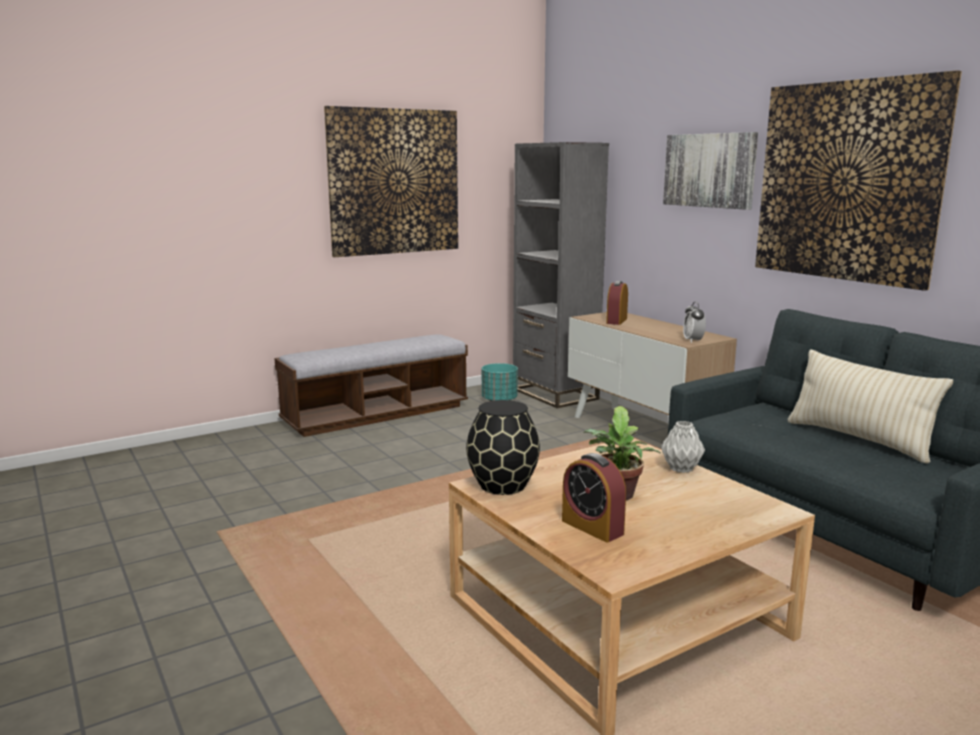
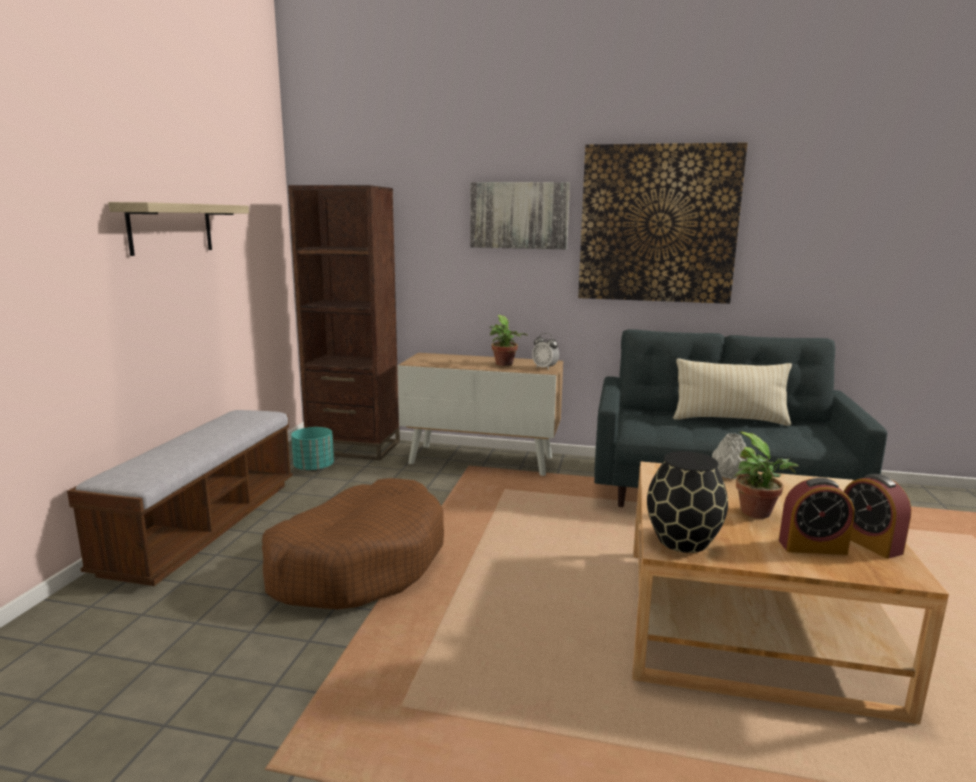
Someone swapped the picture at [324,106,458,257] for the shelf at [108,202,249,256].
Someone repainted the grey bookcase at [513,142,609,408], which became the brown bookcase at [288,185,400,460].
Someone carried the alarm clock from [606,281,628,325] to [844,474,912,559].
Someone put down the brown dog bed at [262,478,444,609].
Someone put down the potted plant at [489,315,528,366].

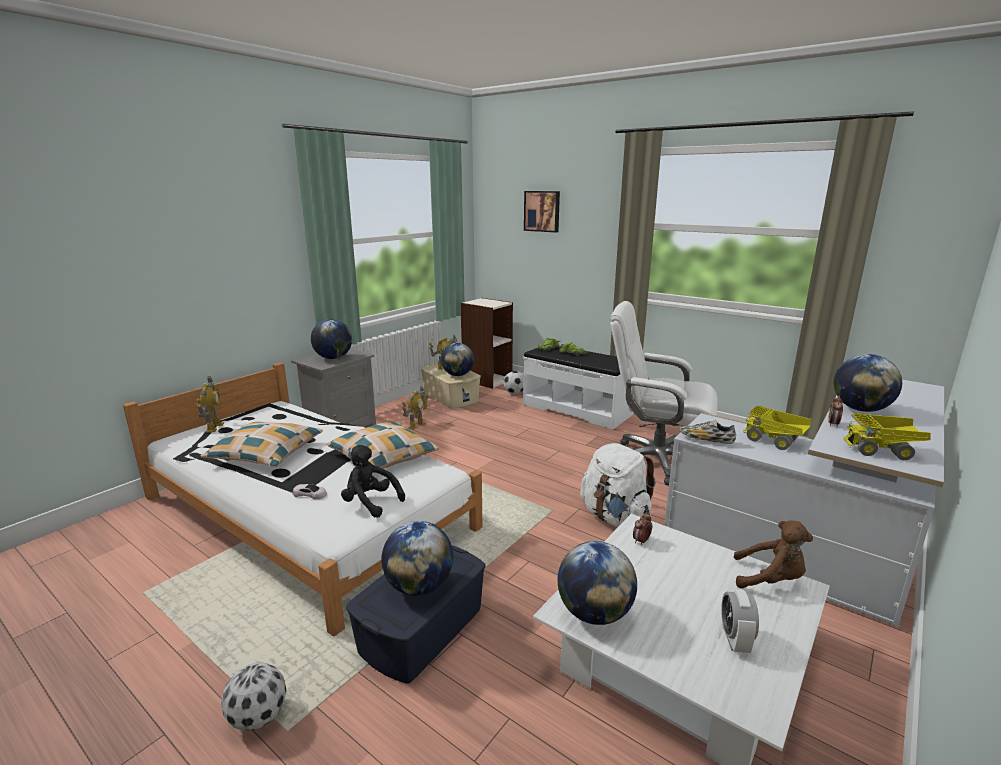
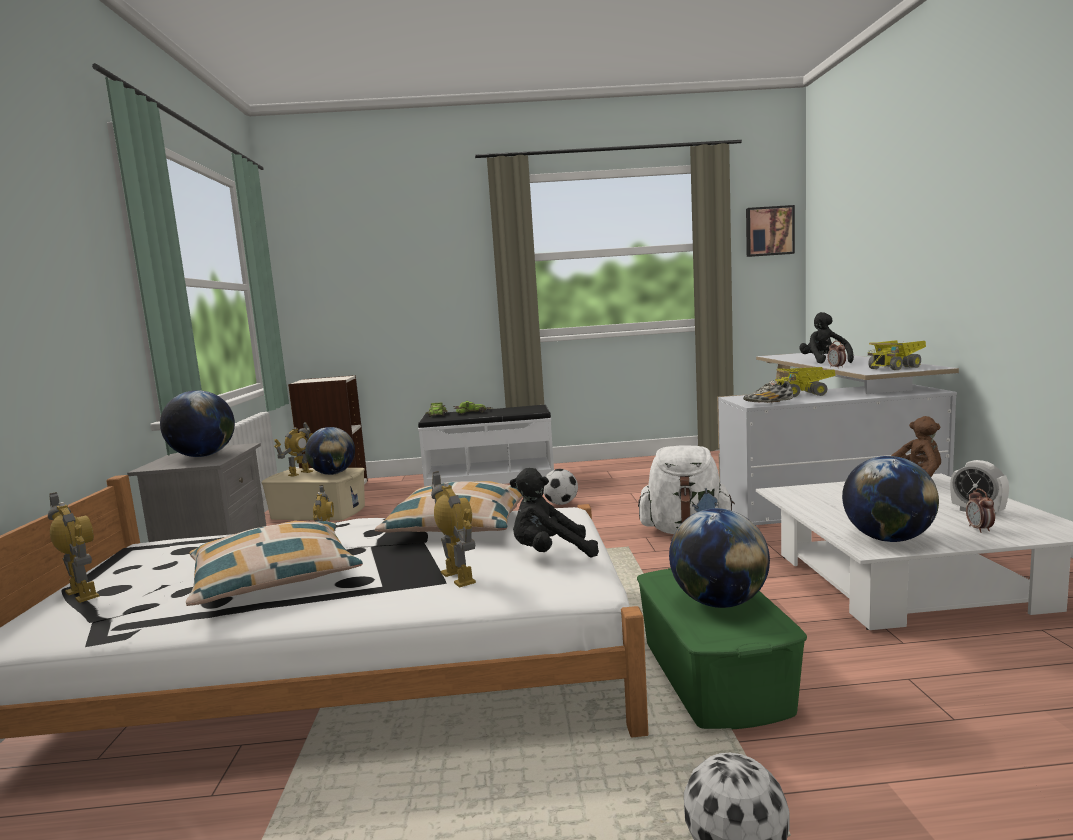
Someone swapped the white toy car at [292,484,327,499] for the toy robot at [431,471,476,588].
Someone repainted the blue storage box at [346,546,486,684], which became the green storage box at [637,568,807,729].
Someone carried the football from [503,371,523,394] to [544,469,578,505].
Someone carried the picture from [524,191,560,232] to [746,205,795,257].
Someone took away the white office chair at [610,301,718,485].
Someone carried the alarm clock from [633,512,652,545] to [966,488,995,533].
Someone swapped the globe at [834,354,902,412] for the black plush toy at [799,312,854,364].

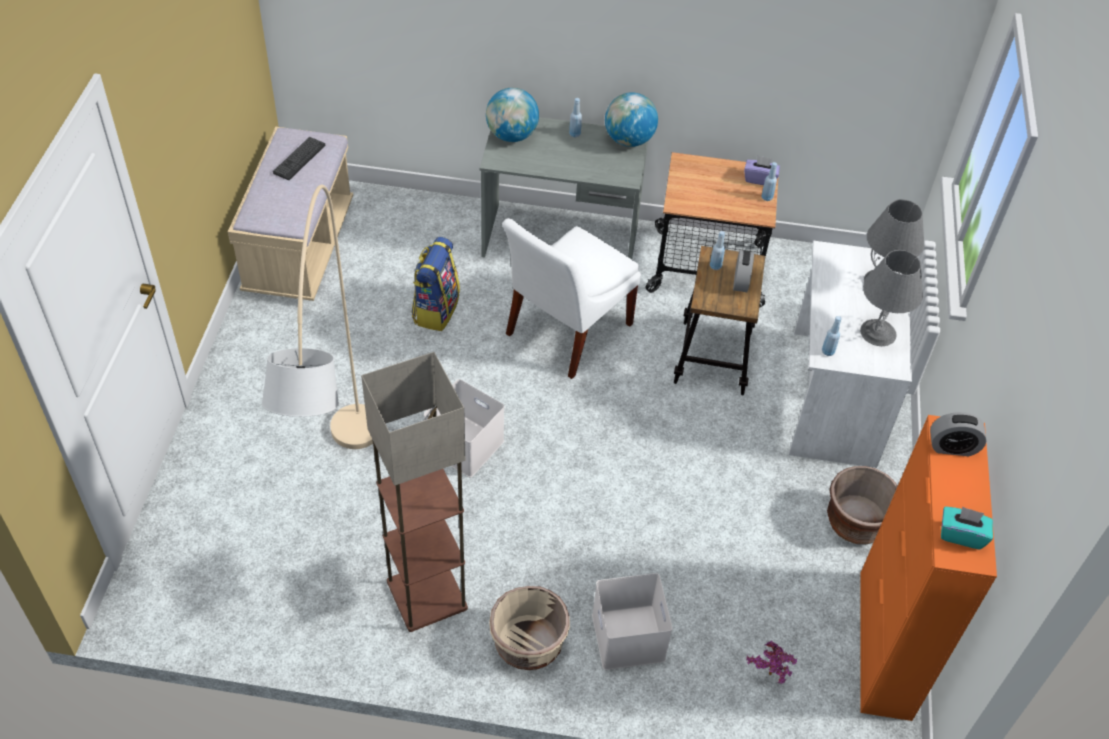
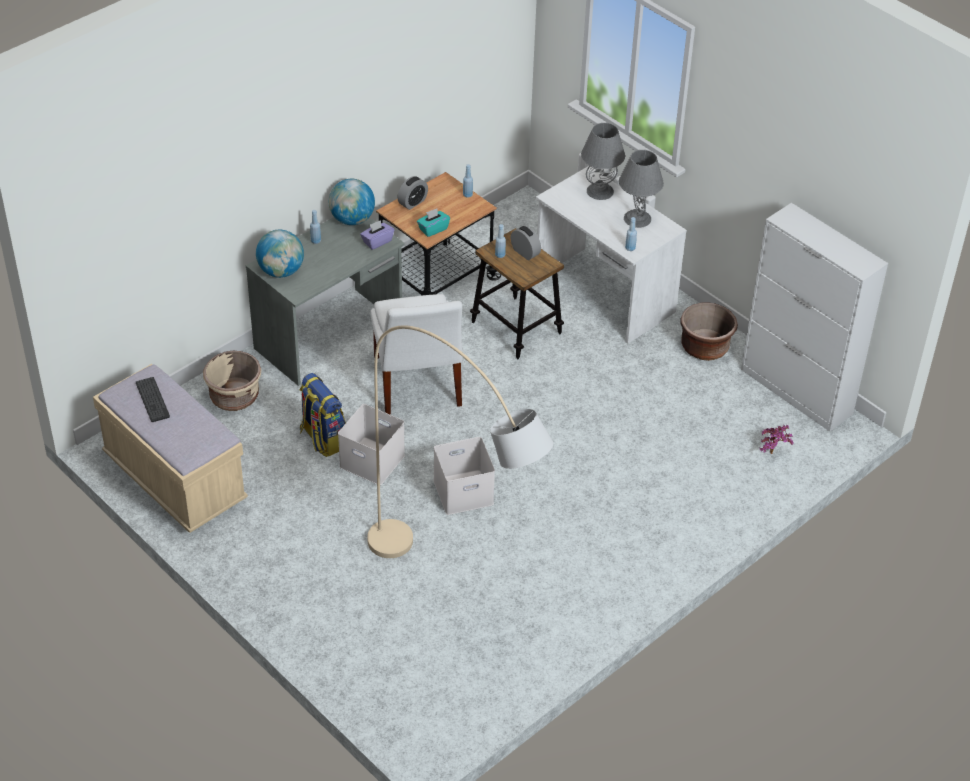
Someone took away the floor lamp at [361,352,468,632].
Someone carried the beige planter from [489,586,570,670] to [203,351,261,411].
Someone carried the white storage box from [592,573,673,670] to [338,404,405,485].
Someone carried the purple tissue box from [744,155,780,185] to [360,220,394,250].
Someone repainted the orange cabinet at [860,415,997,721], which became the white cabinet at [741,203,888,432].
Someone carried the alarm clock from [930,412,987,456] to [397,176,428,210].
Someone carried the turquoise tissue box from [941,506,993,549] to [417,208,450,237].

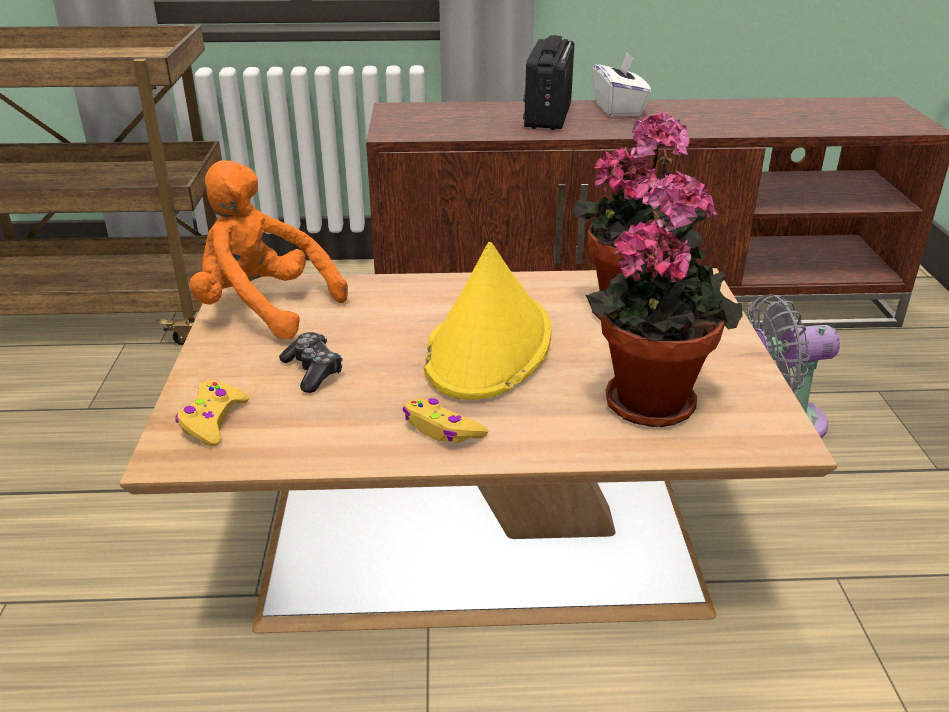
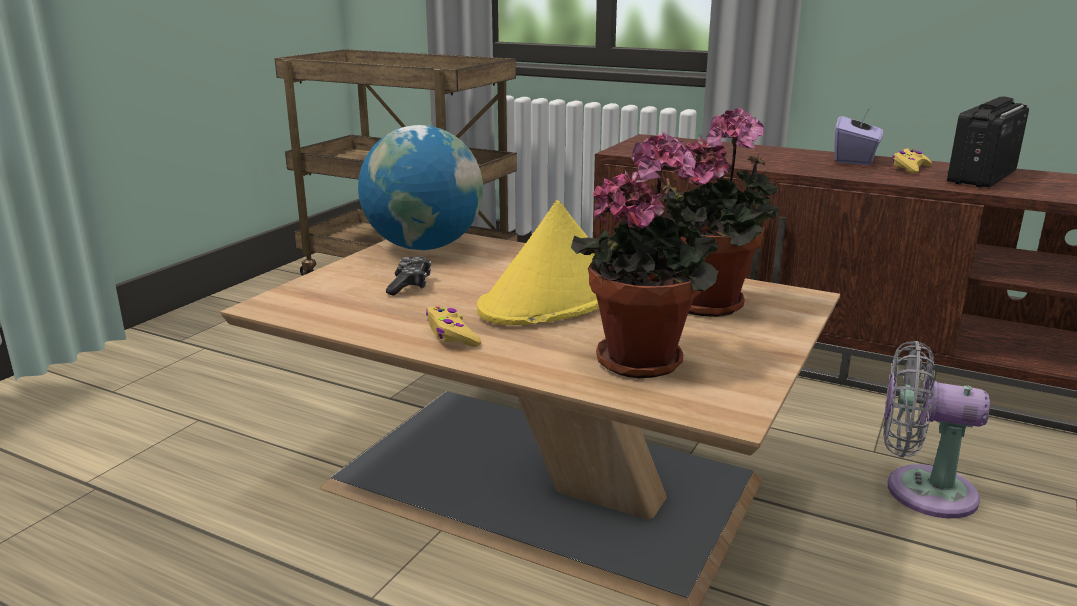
Someone carried the yellow game controller from [175,380,249,446] to [892,149,932,174].
Someone swapped the orange plush toy at [190,160,348,339] for the globe at [358,125,483,250].
Someone carried the radio from [523,35,574,130] to [947,97,1029,188].
Someone repainted the white tissue box at [592,51,651,117], which became the purple tissue box at [834,105,883,165].

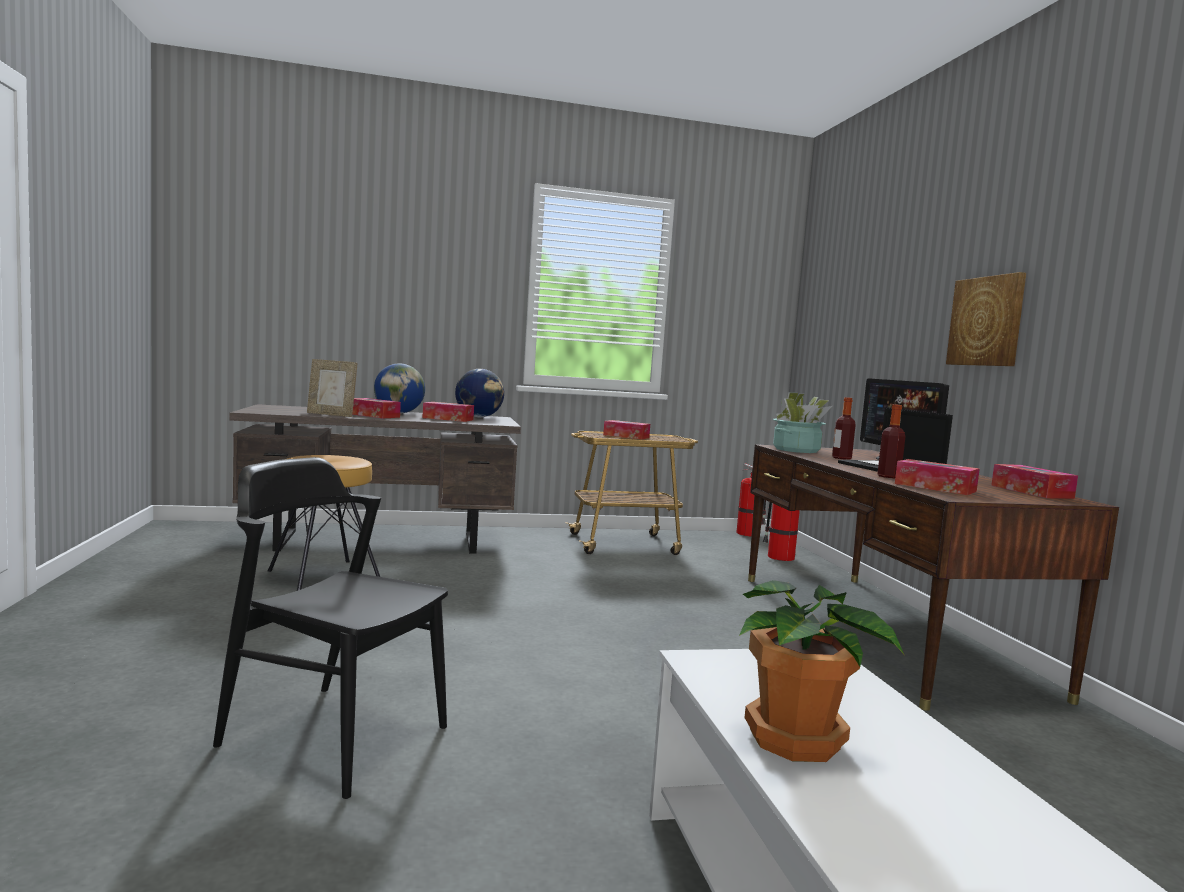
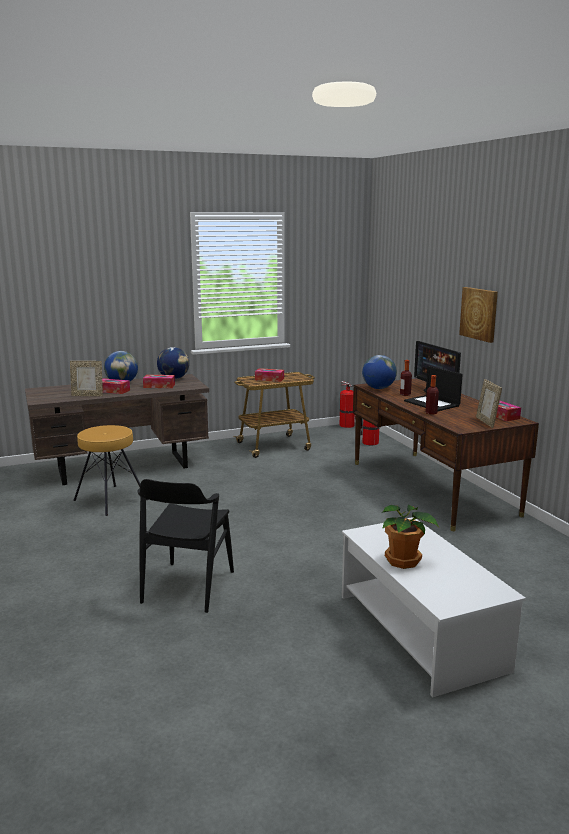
Someone rotated the black chair at [213,457,448,799] by 90 degrees counterclockwise.
Someone swapped the potted plant at [773,392,833,453] for the globe at [362,355,397,389].
Someone took away the tissue box at [895,459,980,495].
Someone put down the picture frame at [476,379,502,428].

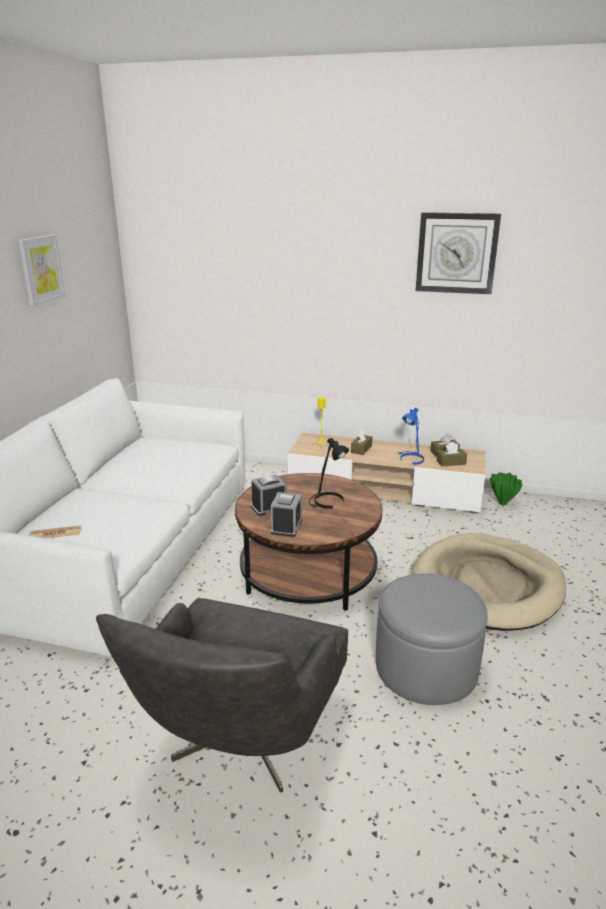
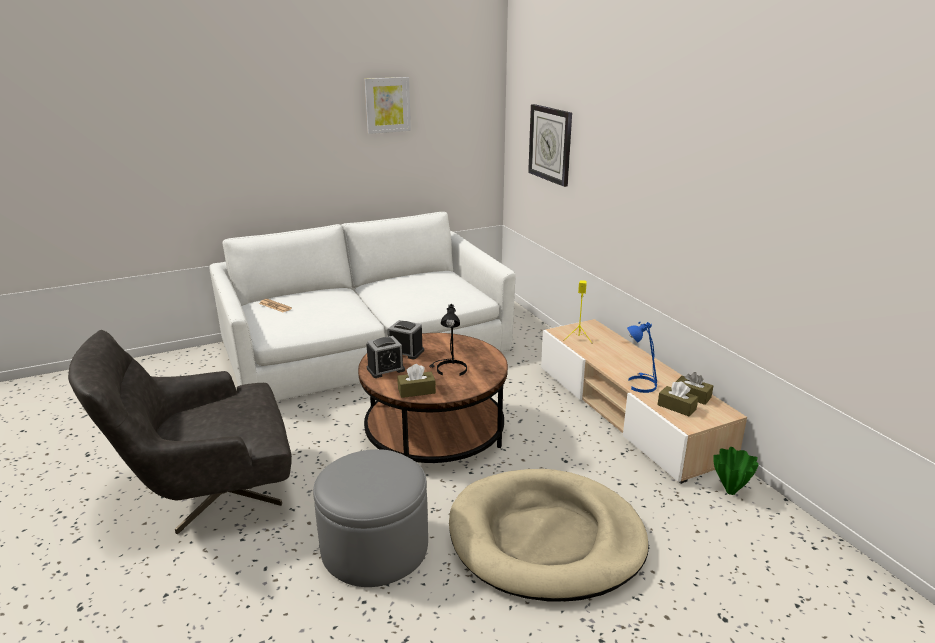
Someone carried the brown tissue box from [351,429,372,455] to [397,364,436,398].
Someone carried the wall clock from [416,212,501,294] to [528,104,572,187].

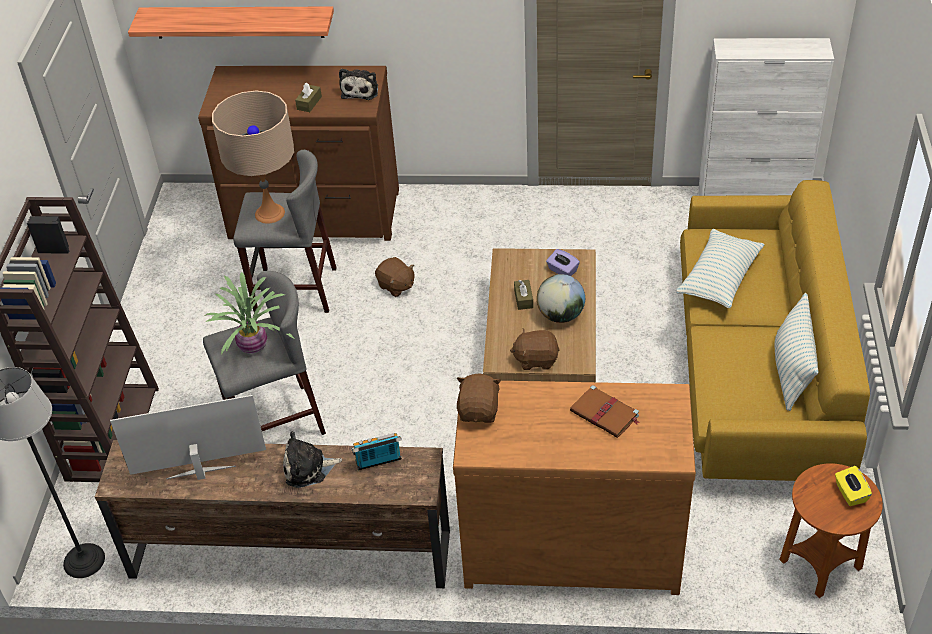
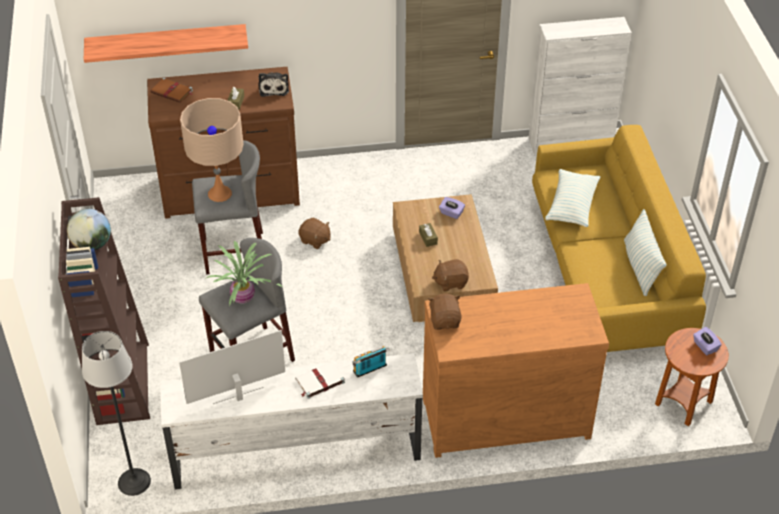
Someone repainted the brown tv stand at [95,440,450,588], which became the white tv stand at [160,353,423,489].
Someone swapped the plush toy at [283,431,342,488] for the white book at [295,362,345,399].
Someone carried the globe from [537,274,585,323] to [67,209,111,250].
Someone carried the brown book from [570,385,639,438] to [150,77,193,103].
Someone repainted the yellow tissue box at [835,466,872,506], which became the purple tissue box at [693,327,722,355].

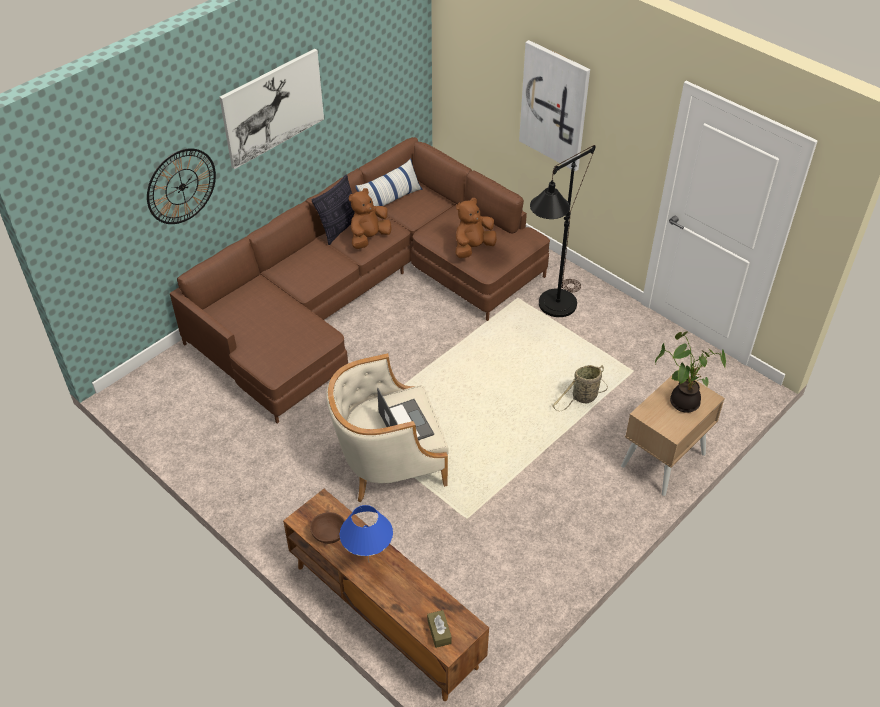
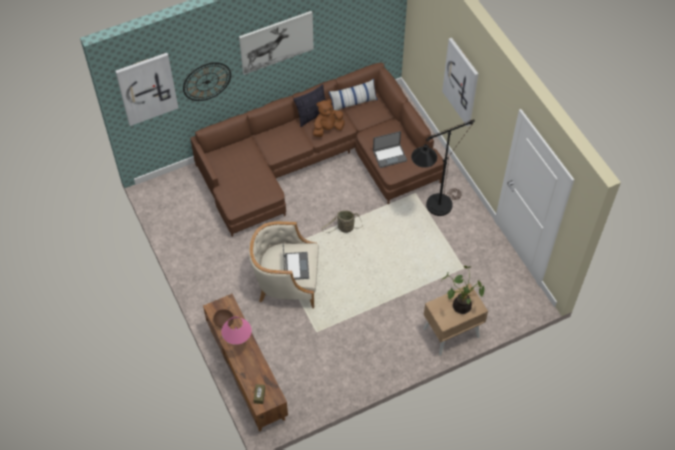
Someone repainted the blue table lamp at [340,505,393,561], which became the pink table lamp at [221,316,252,345].
Someone swapped the brown plush toy at [455,198,497,258] for the laptop at [373,131,407,168].
Someone carried the basket from [552,365,608,411] to [321,210,363,233].
Someone put up the picture at [115,53,178,126].

